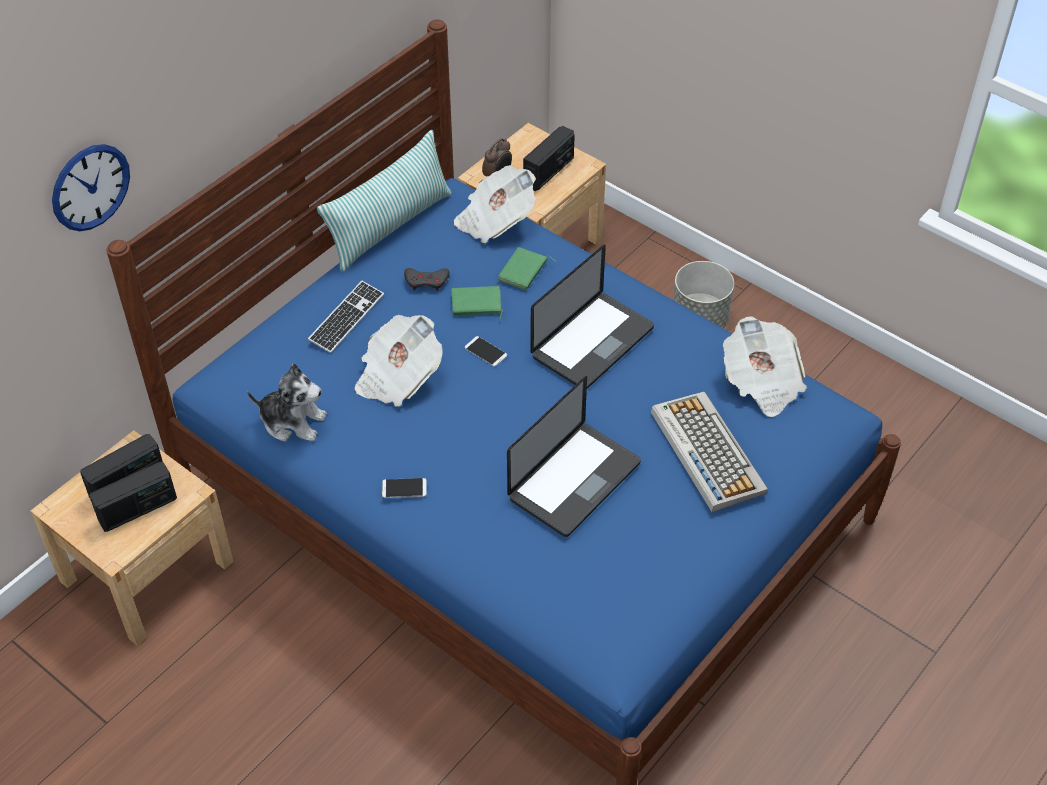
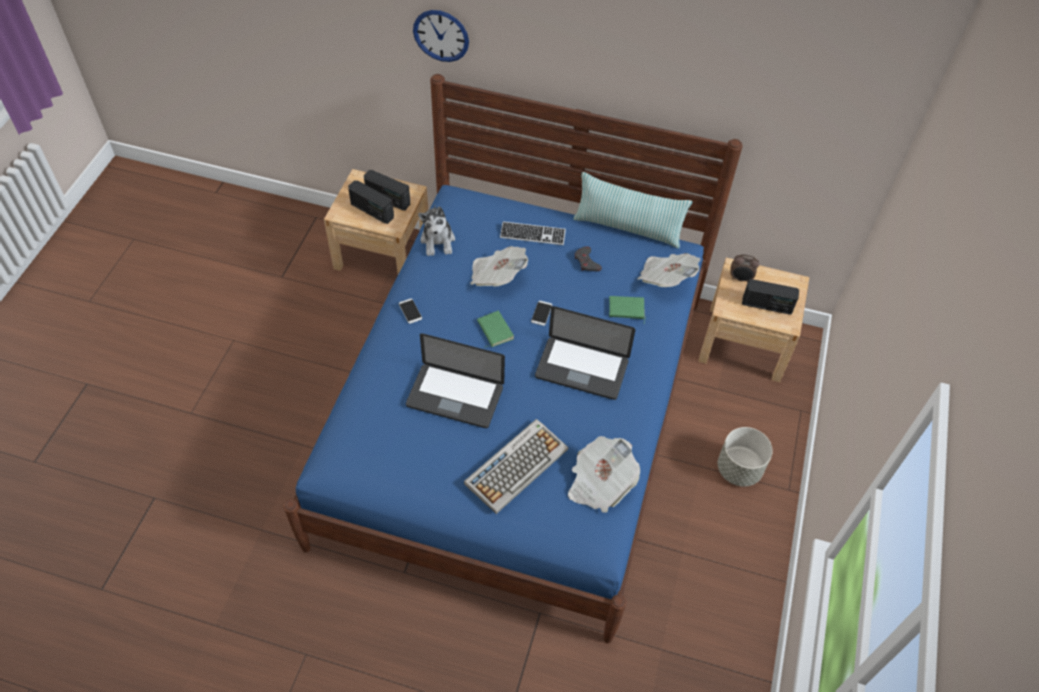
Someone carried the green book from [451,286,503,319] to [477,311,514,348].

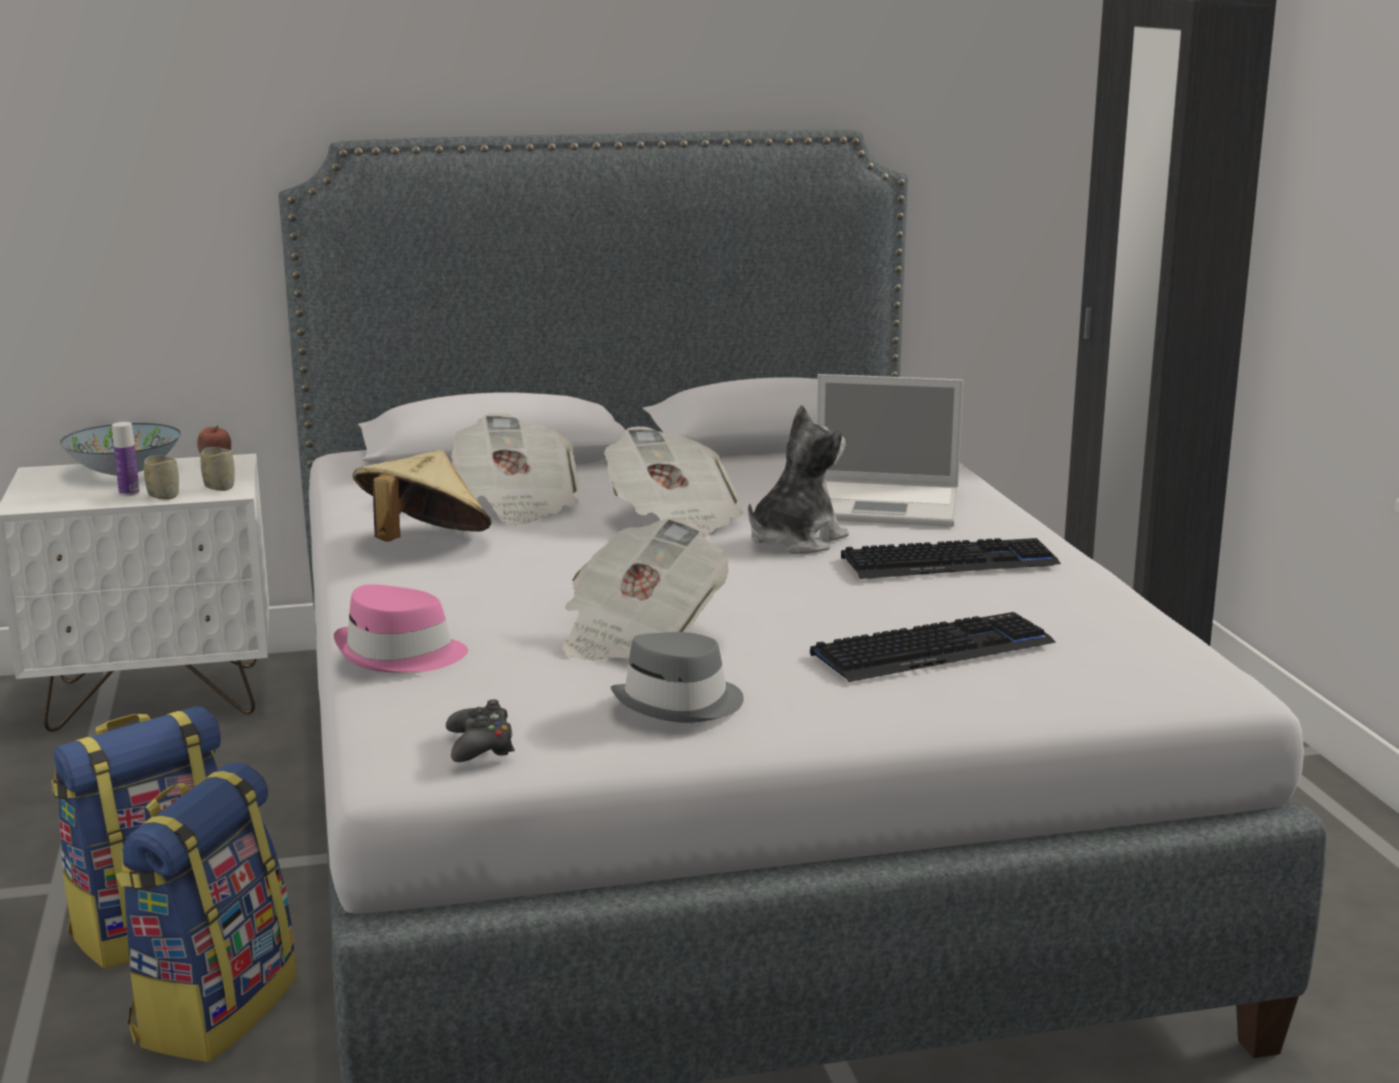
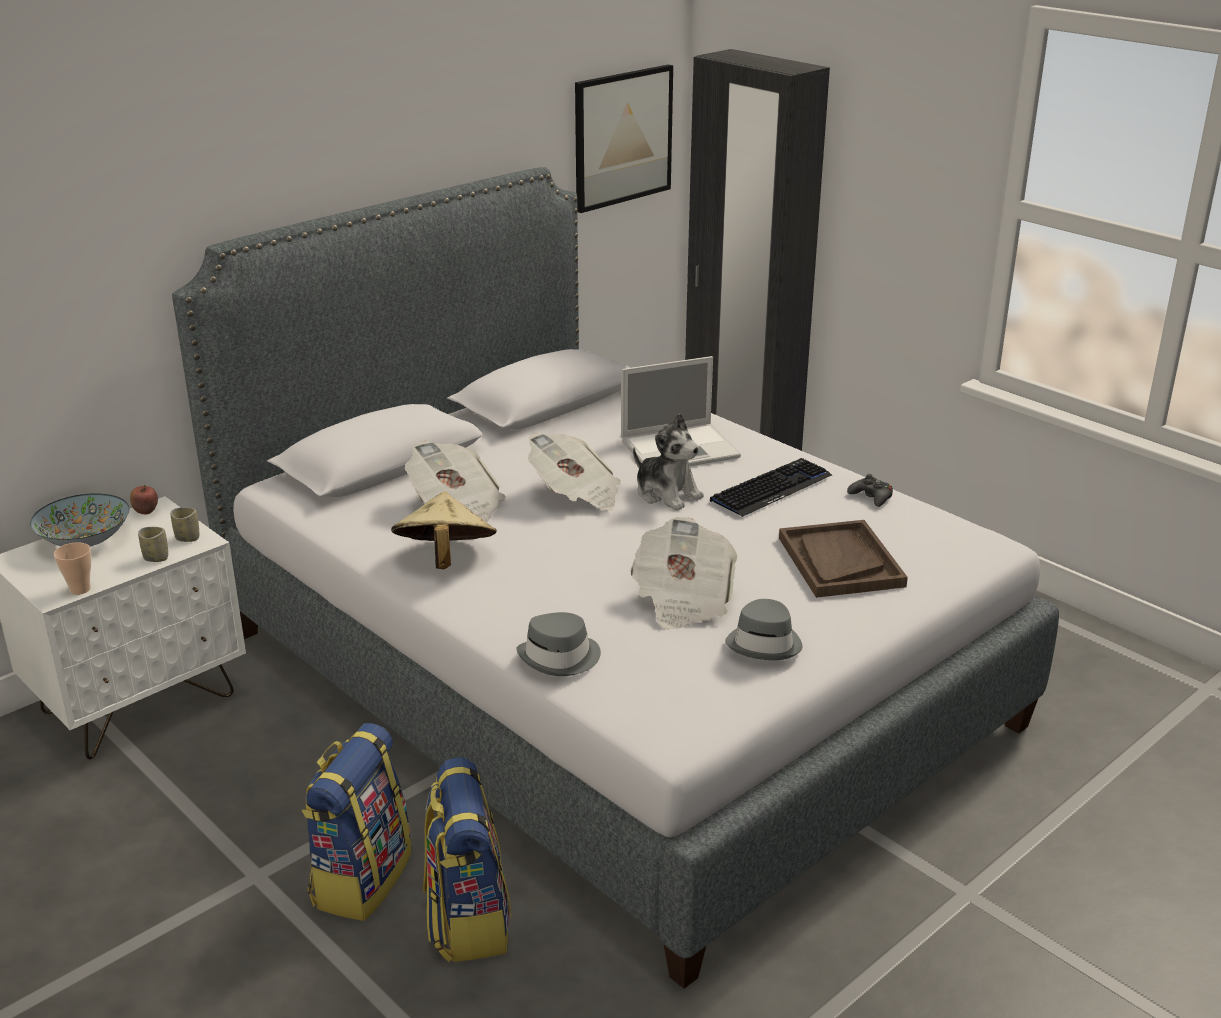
Someone took away the bottle at [112,422,140,496].
Someone repainted the pink hat at [334,584,468,672], which became the grey hat at [516,612,601,676].
Someone carried the black game controller from [446,699,515,762] to [847,474,893,507].
Someone rotated the plush toy at [748,405,849,554] by 120 degrees clockwise.
Someone swapped the keyboard at [810,612,1056,682] for the brown tray at [779,520,908,598].
Someone put down the cup at [54,542,91,595].
Someone put up the picture at [575,64,673,213].

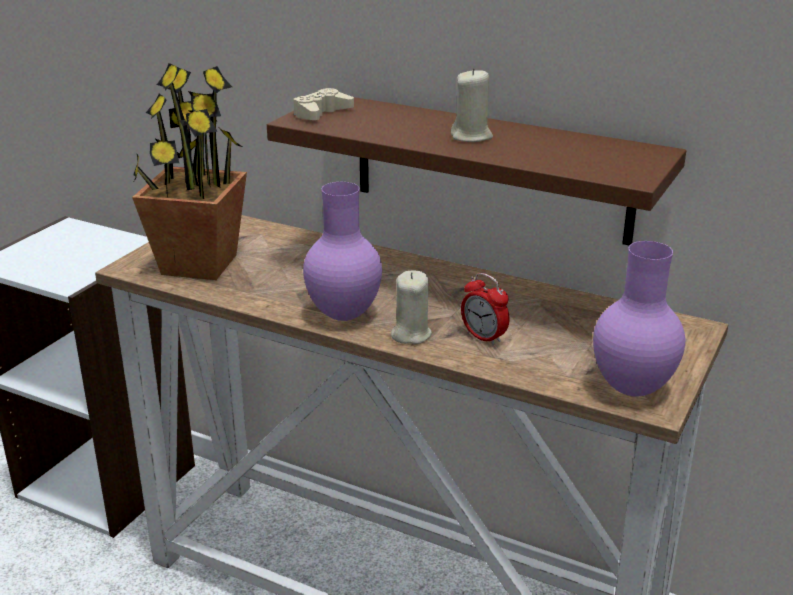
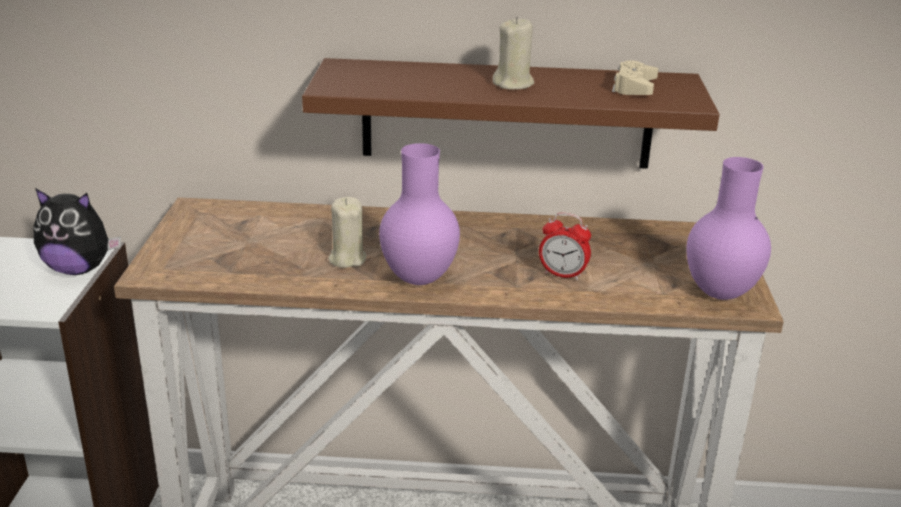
Someone took away the potted plant at [132,63,247,280].
Someone carried the beige game controller from [294,88,354,120] to [612,60,658,95].
Someone carried the beige candle from [391,270,432,344] to [328,197,366,268].
Someone put down the plush toy at [34,188,121,275].

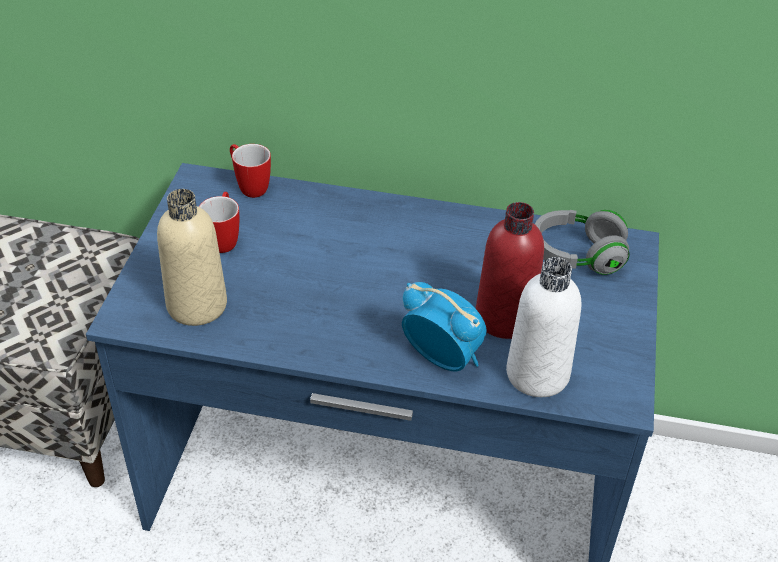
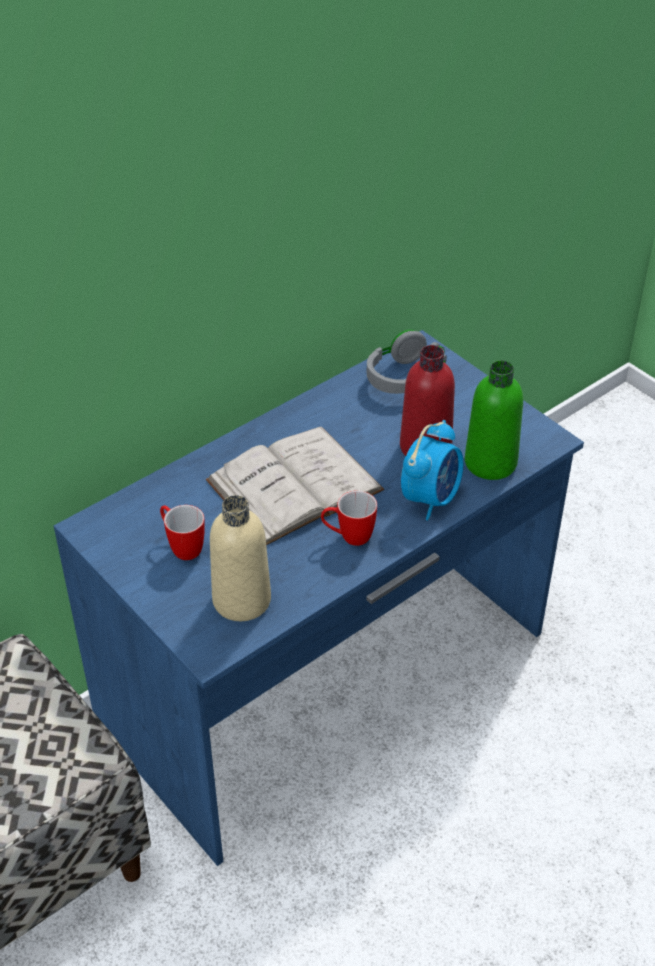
Someone carried the mug from [230,144,271,198] to [321,491,377,546].
Someone rotated the alarm clock at [402,282,487,371] by 135 degrees clockwise.
Someone repainted the white bottle at [506,257,581,397], which became the green bottle at [465,360,523,480].
Someone put down the white book at [206,427,384,545].

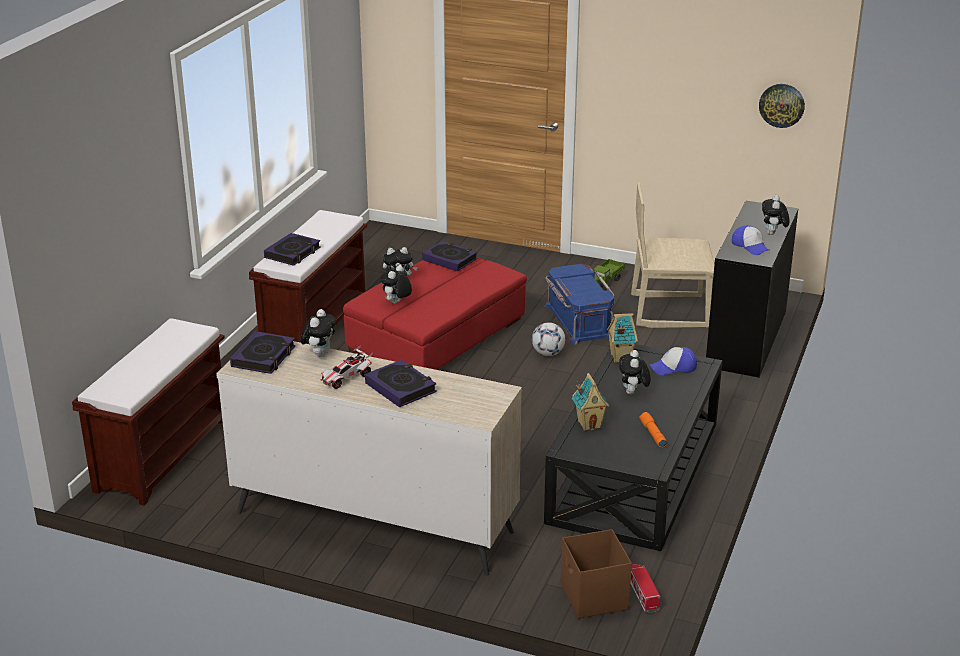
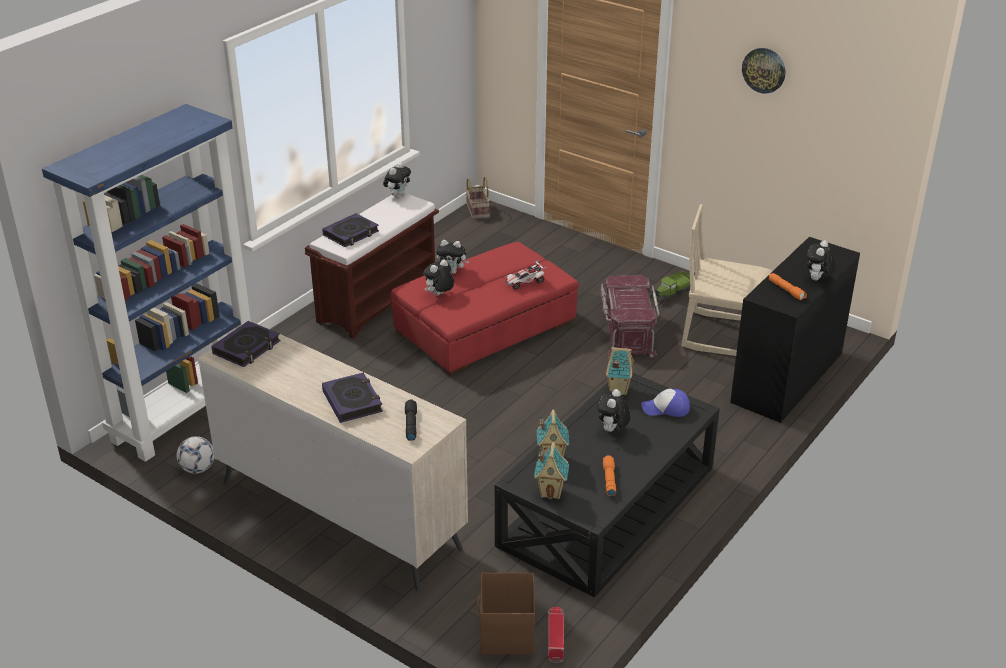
Someone swapped the brown bench at [72,318,225,506] for the blue bookcase at [42,104,251,462].
Someone carried the plush toy from [300,309,336,357] to [383,162,411,198].
Someone carried the toy car from [320,345,373,389] to [505,259,547,290].
Someone took away the book at [422,241,478,272].
Someone carried the football from [532,322,565,356] to [177,436,214,474].
Someone repainted the blue storage box at [545,264,614,345], which became the red storage box at [601,275,659,357].
Someone swapped the cap at [732,225,769,255] for the orange flashlight at [769,273,807,300].
Someone carried the wall clock from [759,84,805,128] to [742,48,785,94].
Someone put down the black flashlight at [405,400,417,440].
Someone put down the basket at [466,176,490,219].
Someone put down the toy house at [534,442,569,499].

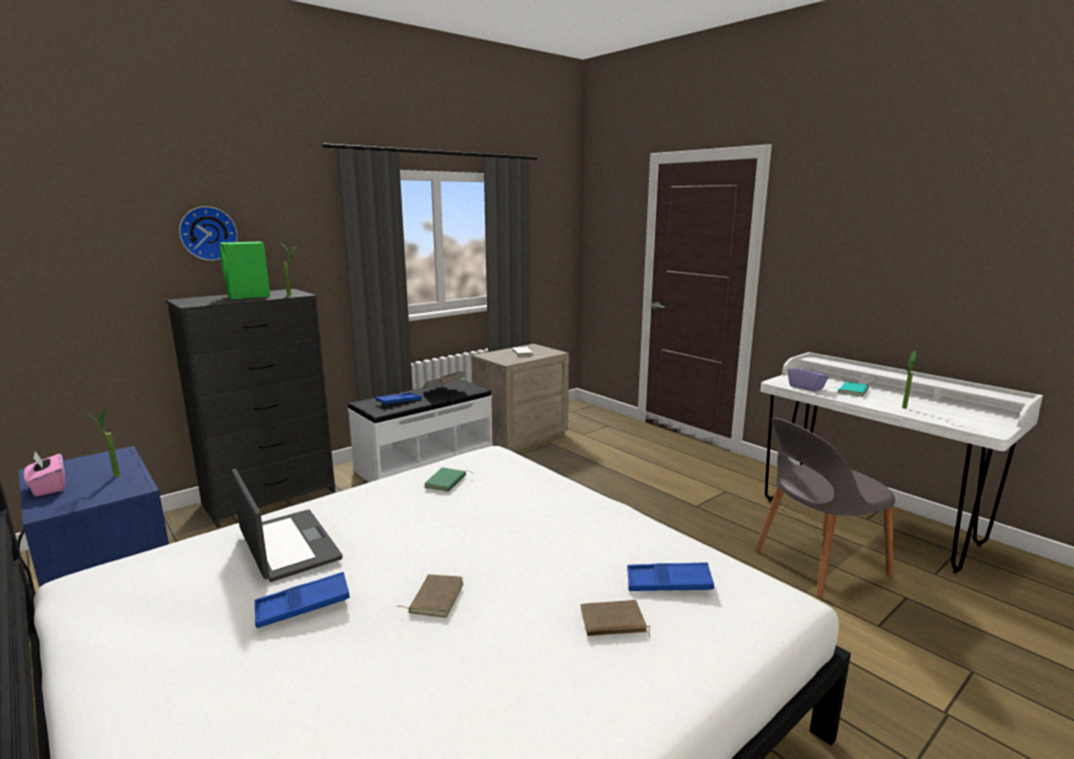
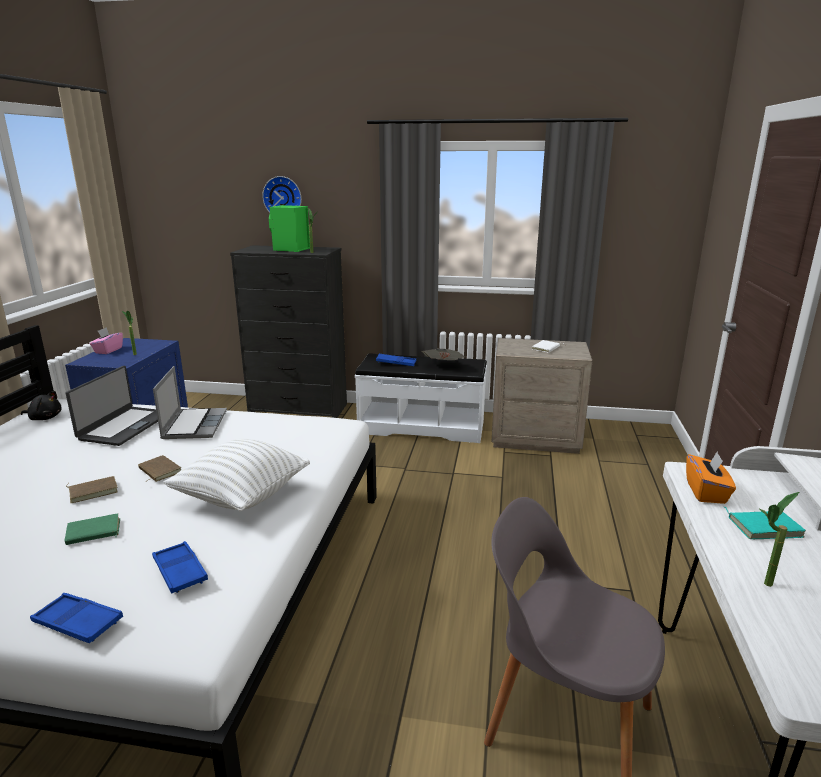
Someone carried the blue tray from [255,572,350,628] to [30,593,123,643].
Someone carried the green book from [424,467,474,492] to [64,513,120,545].
Someone carried the brown book from [580,600,650,637] to [138,455,181,482].
Someone repainted the purple tissue box at [788,361,829,392], which became the orange tissue box at [686,451,736,504].
Someone put down the black plush toy at [21,391,61,420].
Someone put down the laptop at [153,366,227,439].
Someone put down the white pillow at [164,439,310,511].

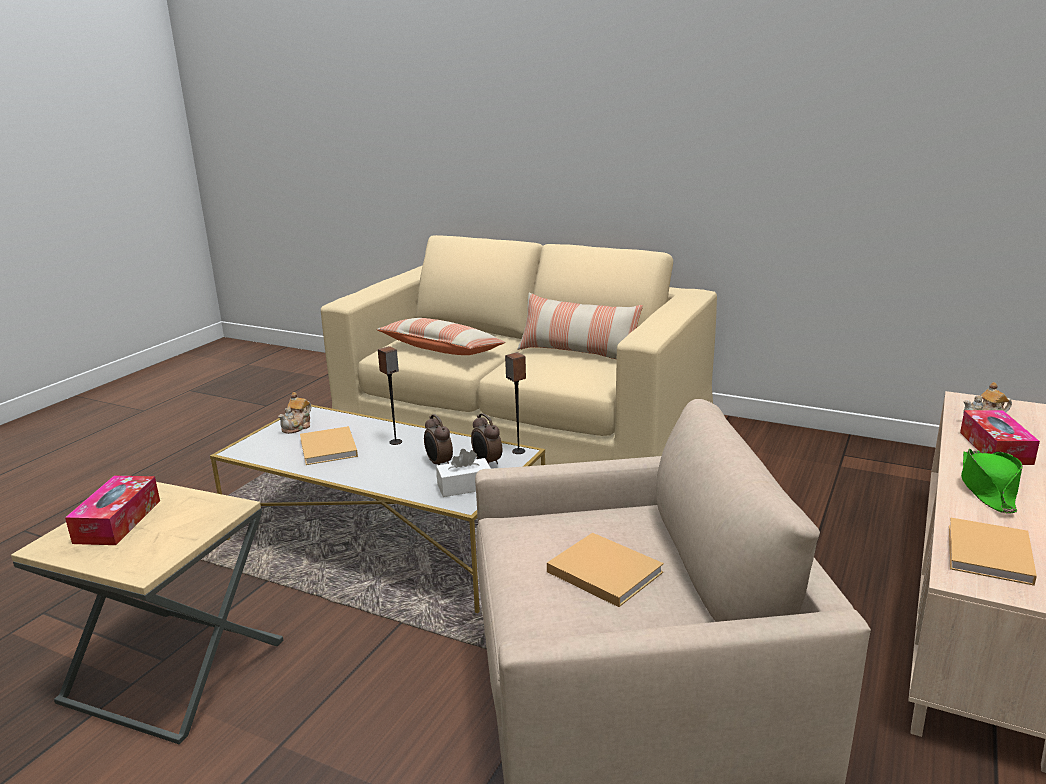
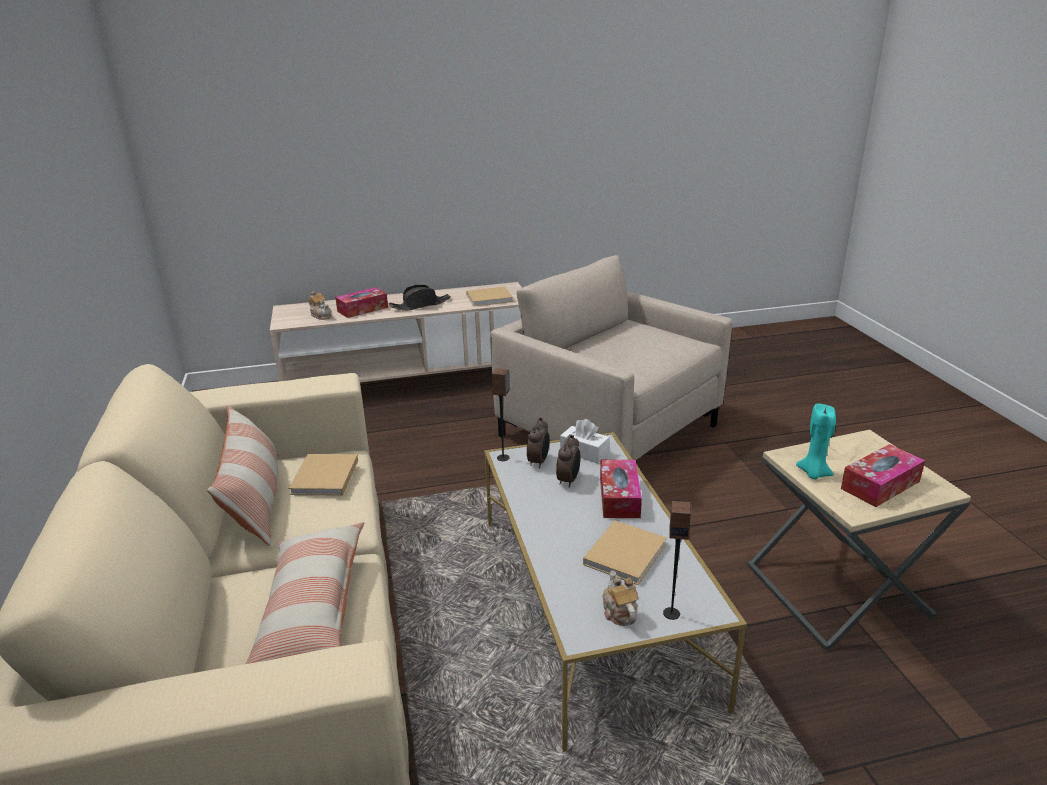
Someone rotated the teapot at [278,392,311,434] by 90 degrees counterclockwise.
Someone carried the speaker from [378,346,402,445] to [663,501,691,620].
Someone carried the beige book from [547,533,664,607] to [288,454,358,496].
Someone repainted the green hat at [961,449,1023,514], which became the black hat at [389,284,451,311].
Someone put down the tissue box at [600,460,642,518].
Someone put down the turquoise candle at [796,404,836,479].

